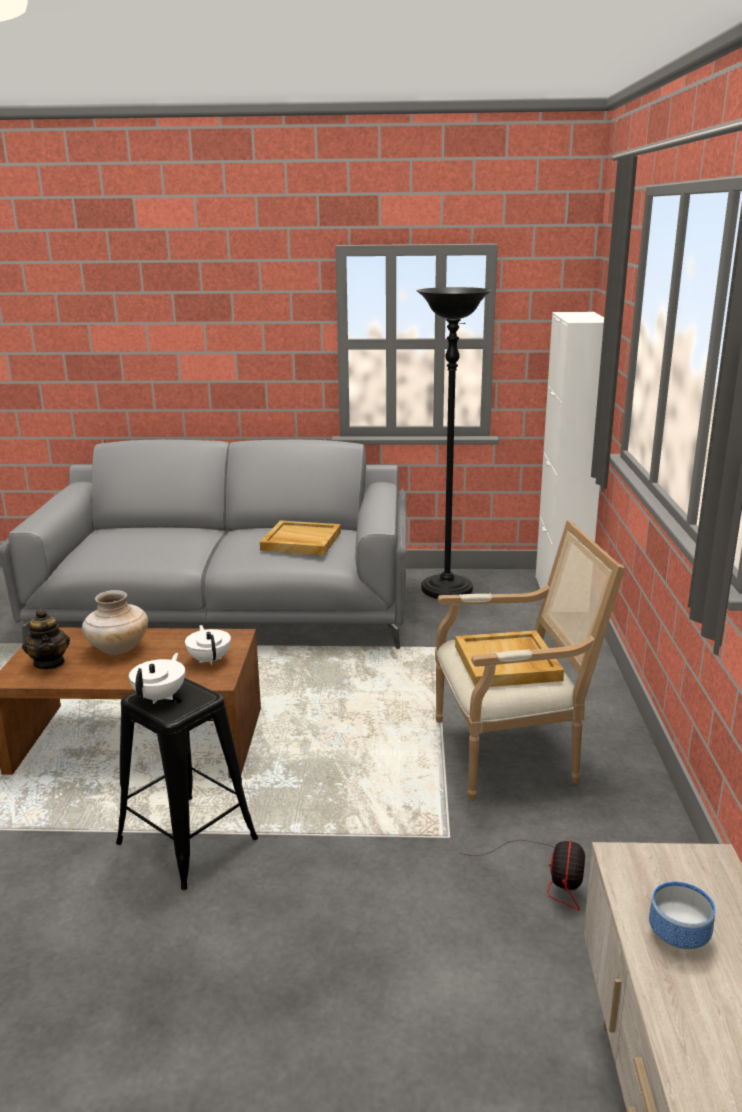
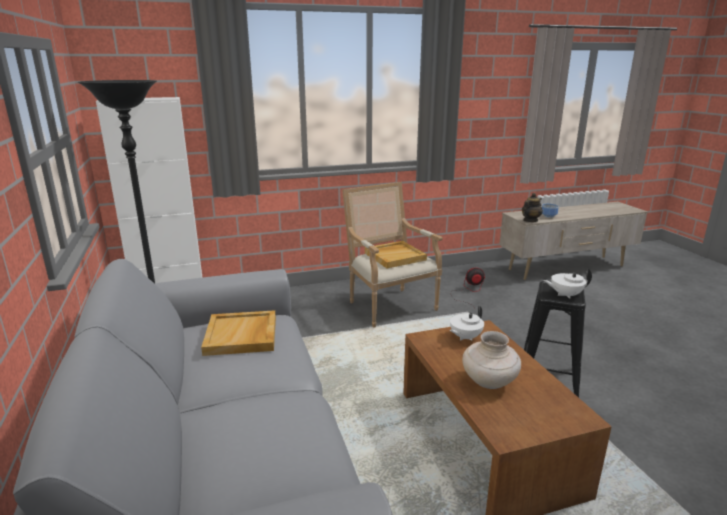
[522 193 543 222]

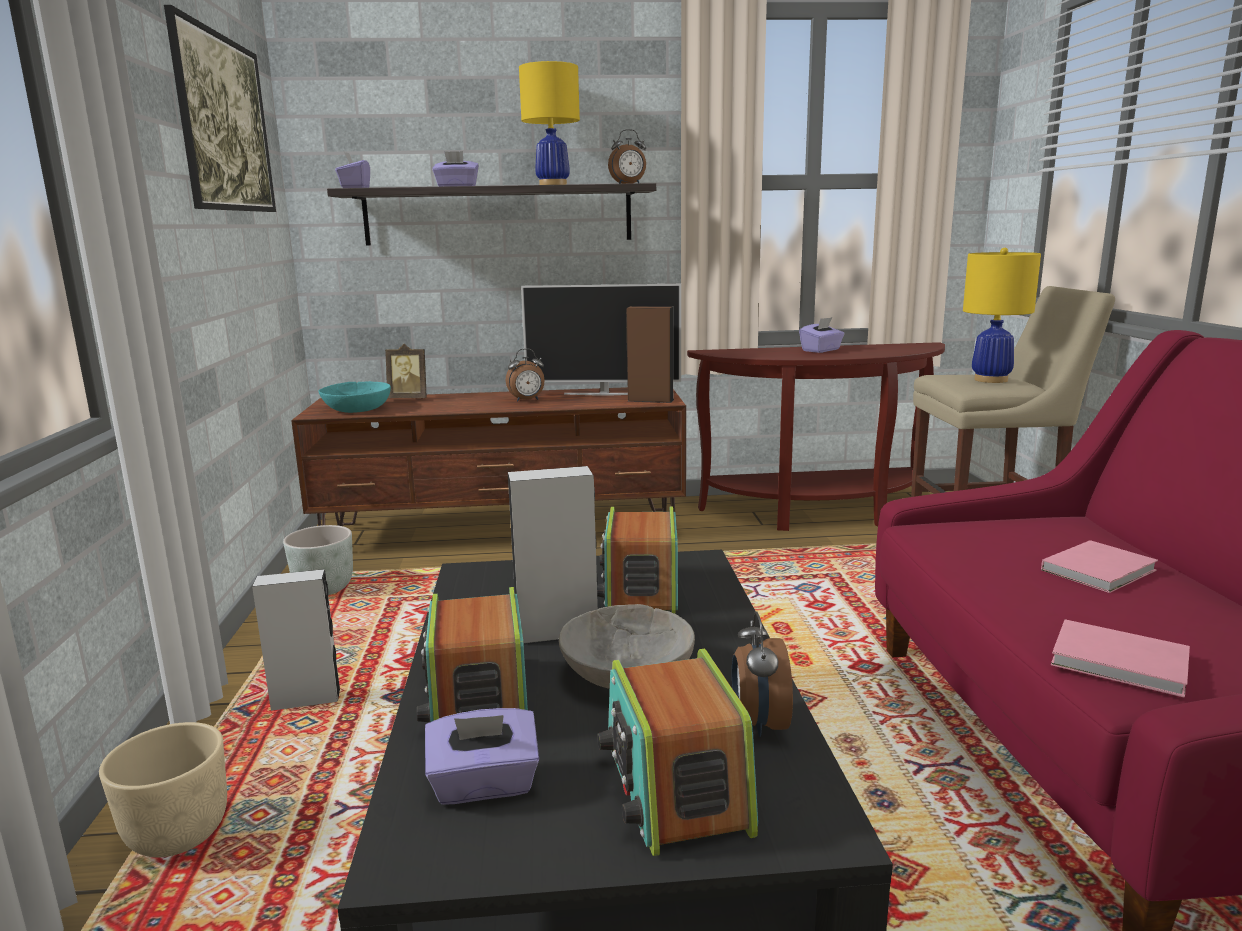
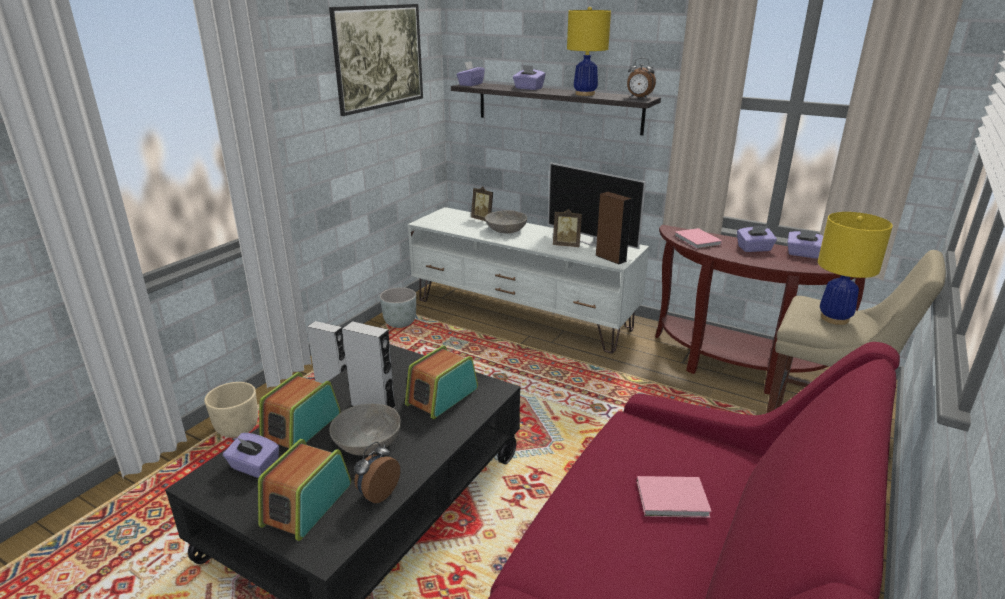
[318 381 391 413] (first image)
[506 349 545 402] (first image)
[485 210 527 233]
[553 209 582 247]
[787 229 823 259]
[674 228 722 249]
[408 207 649 354]

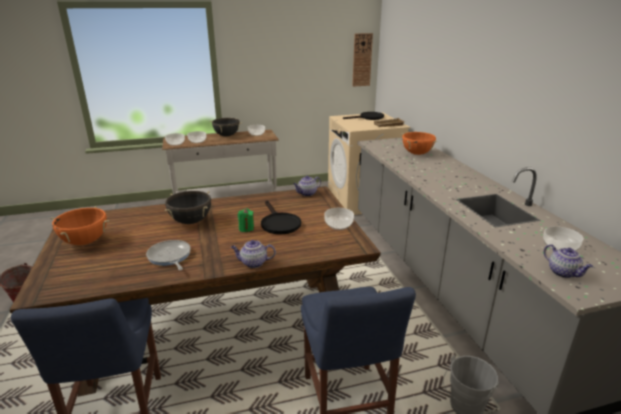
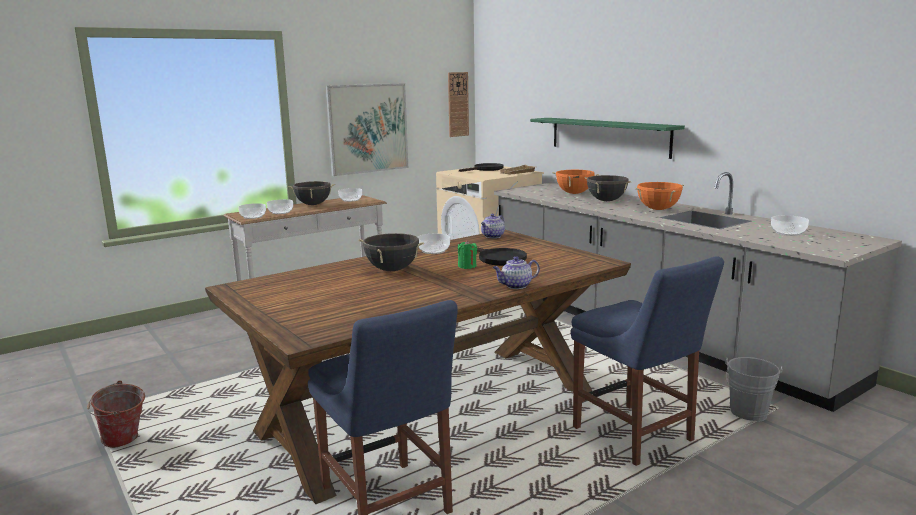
[146 240 191 270] (first image)
[544 244 593 278] (first image)
[325 83 408 176]
[530 118 685 159]
[585 175 631 201]
[635 182 684 210]
[417 234 450 254]

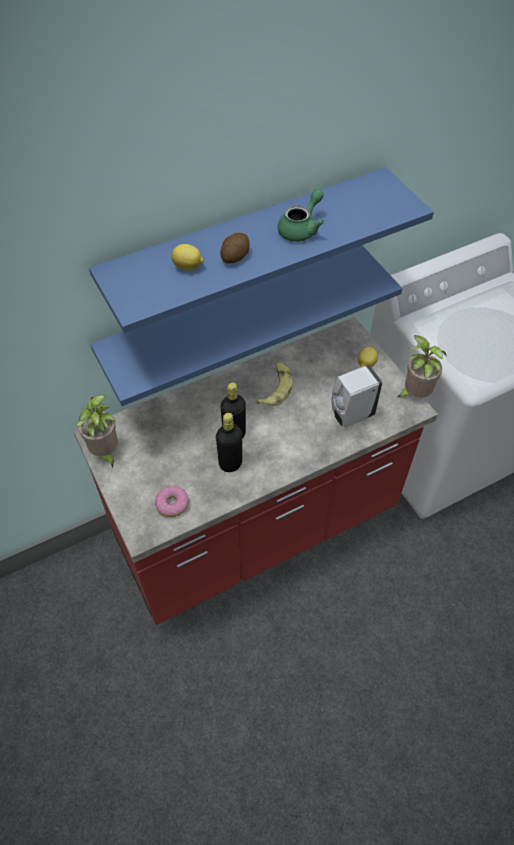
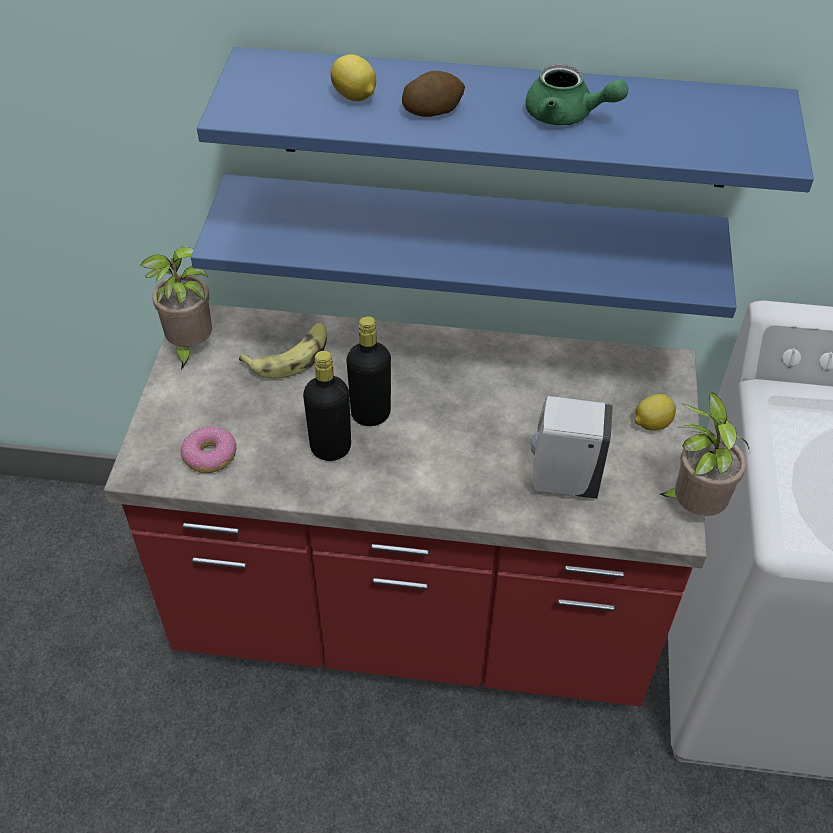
[239 323 327 378]
[525 64 628 125]

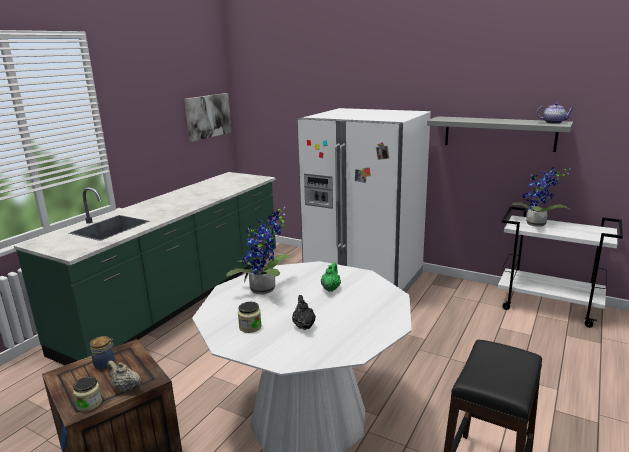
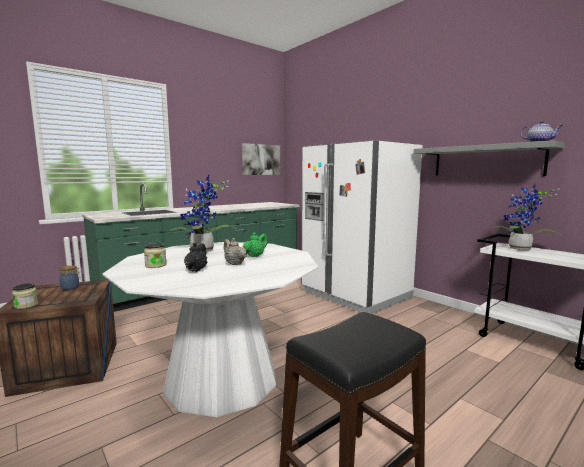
[224 238 247 265]

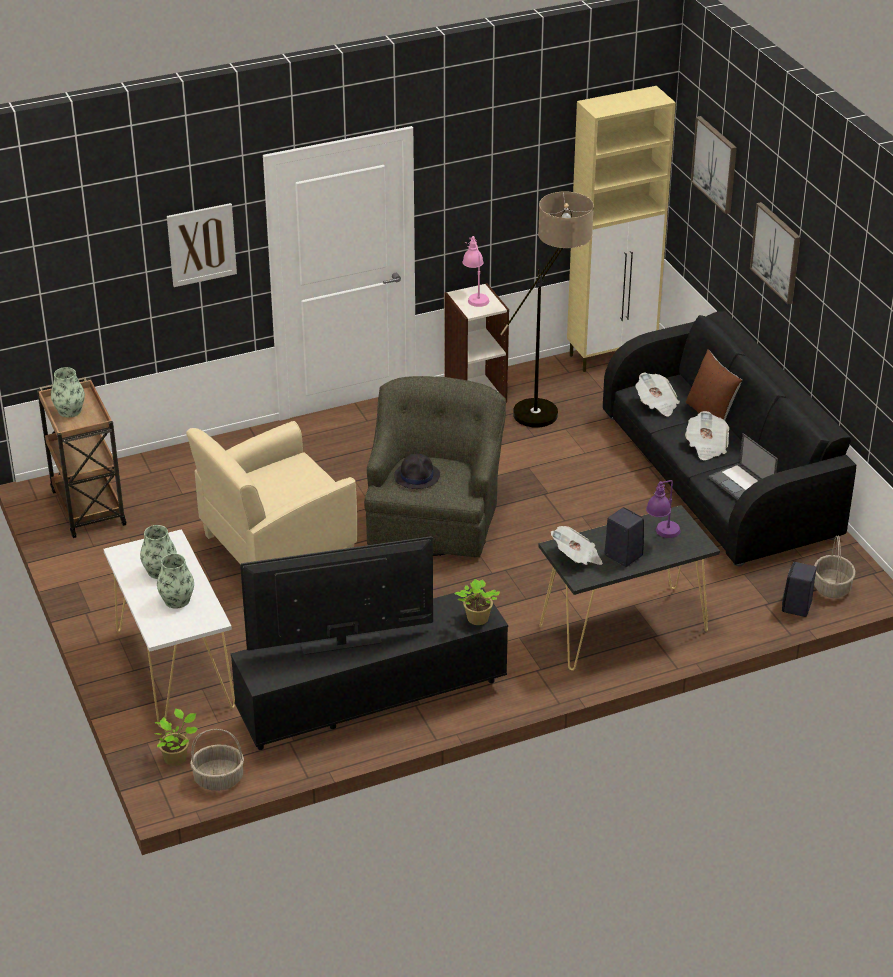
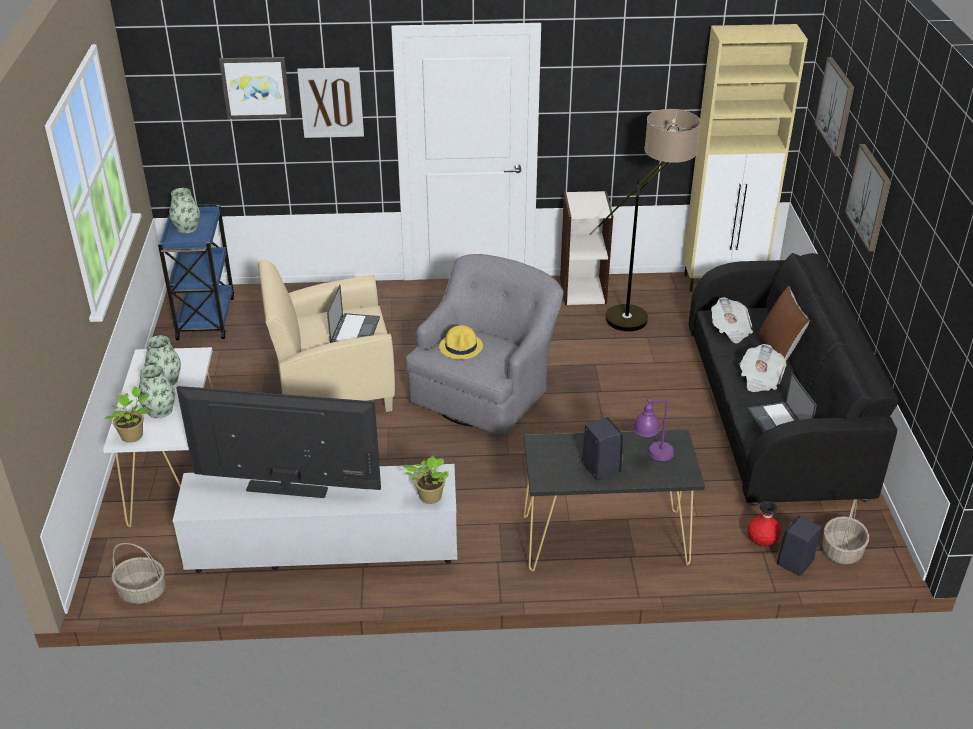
[462 236 489 307] (first image)
[551 526 603 565] (first image)
[219 57 291 119]
[327 284 380 343]
[748 501 781 546]
[104 387 149 443]
[158 204 234 340]
[173 464 457 573]
[405 254 564 436]
[439 325 483 359]

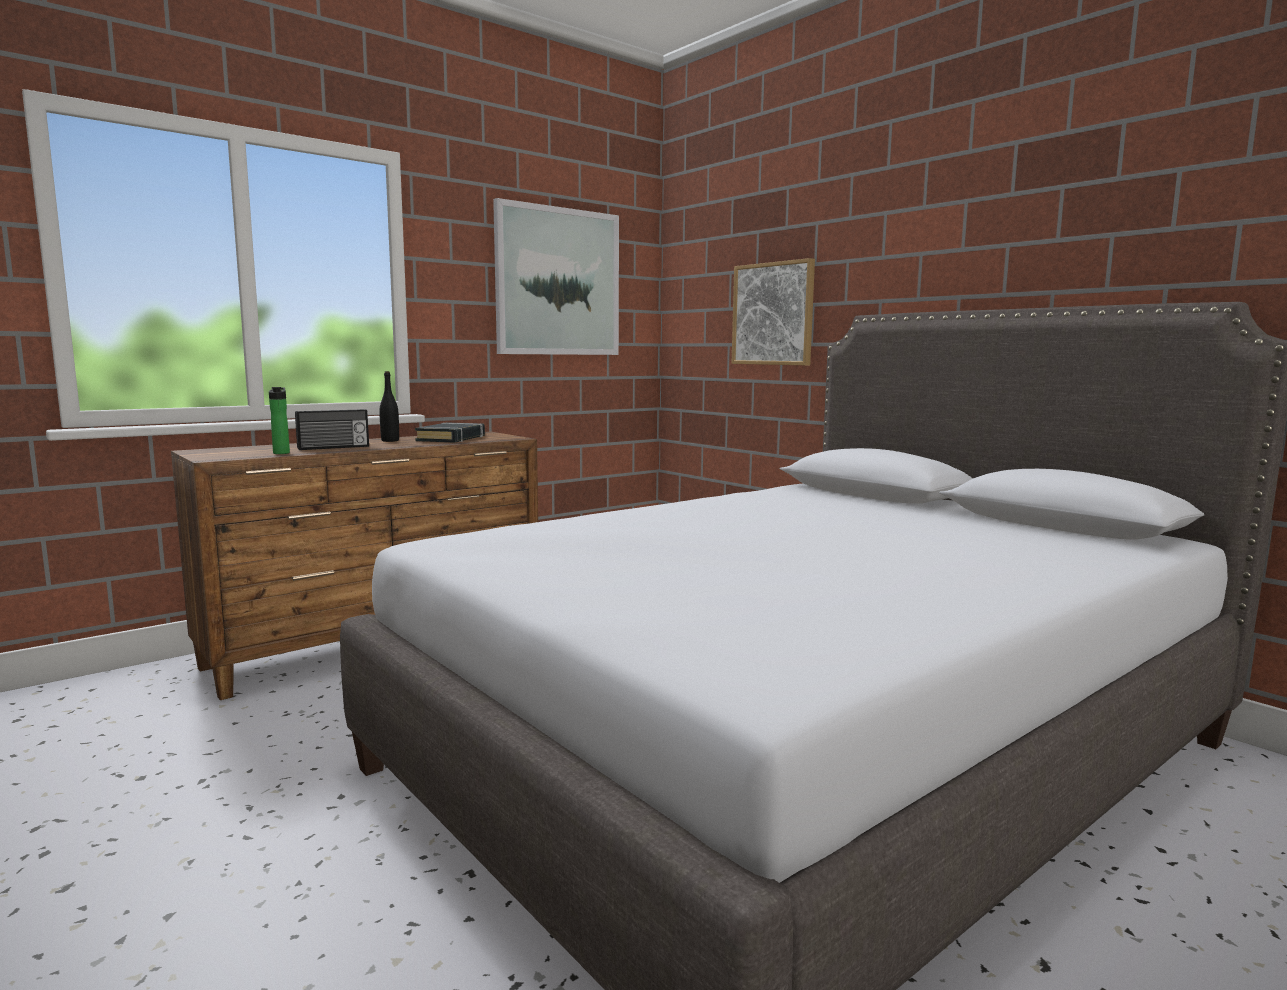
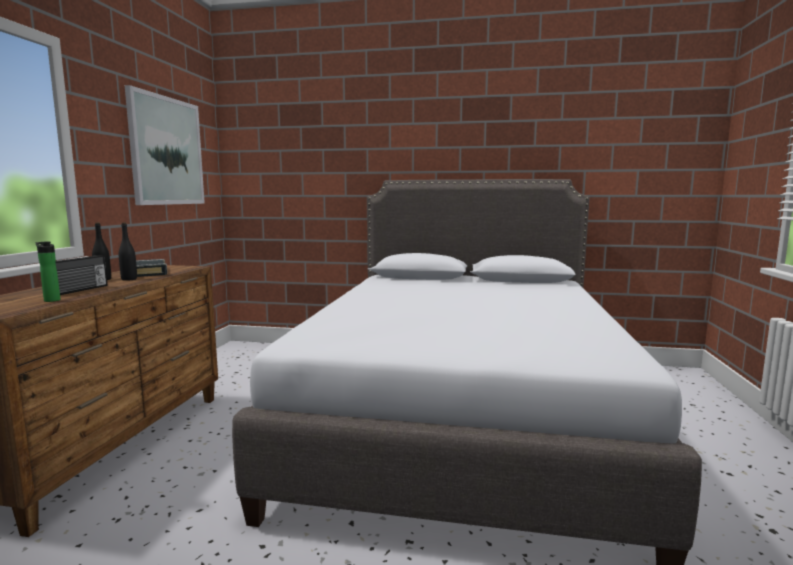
[732 258 815 365] (first image)
[119 223 137 281]

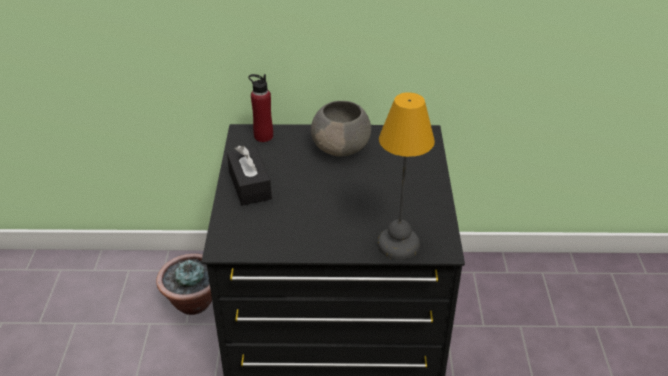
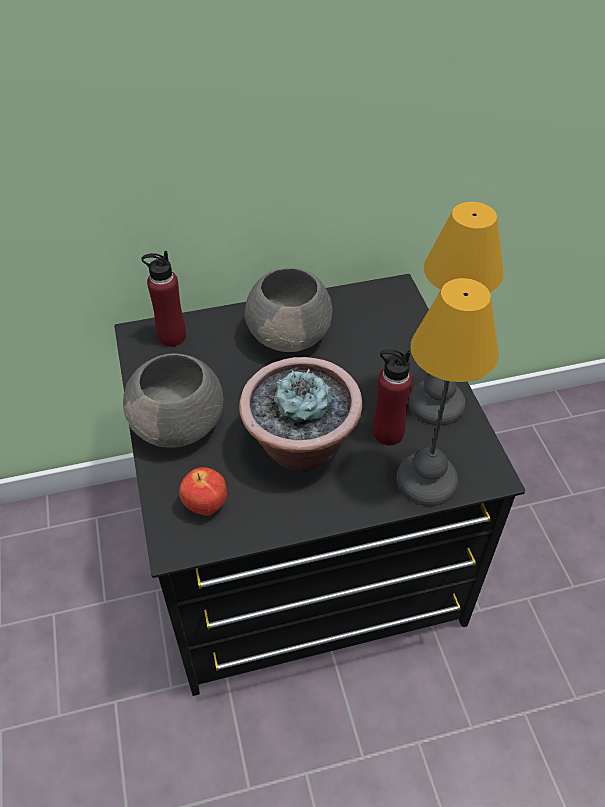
[179 467 227 516]
[373 349 413 445]
[408 202 504 426]
[239 357 363 472]
[123 353 224 448]

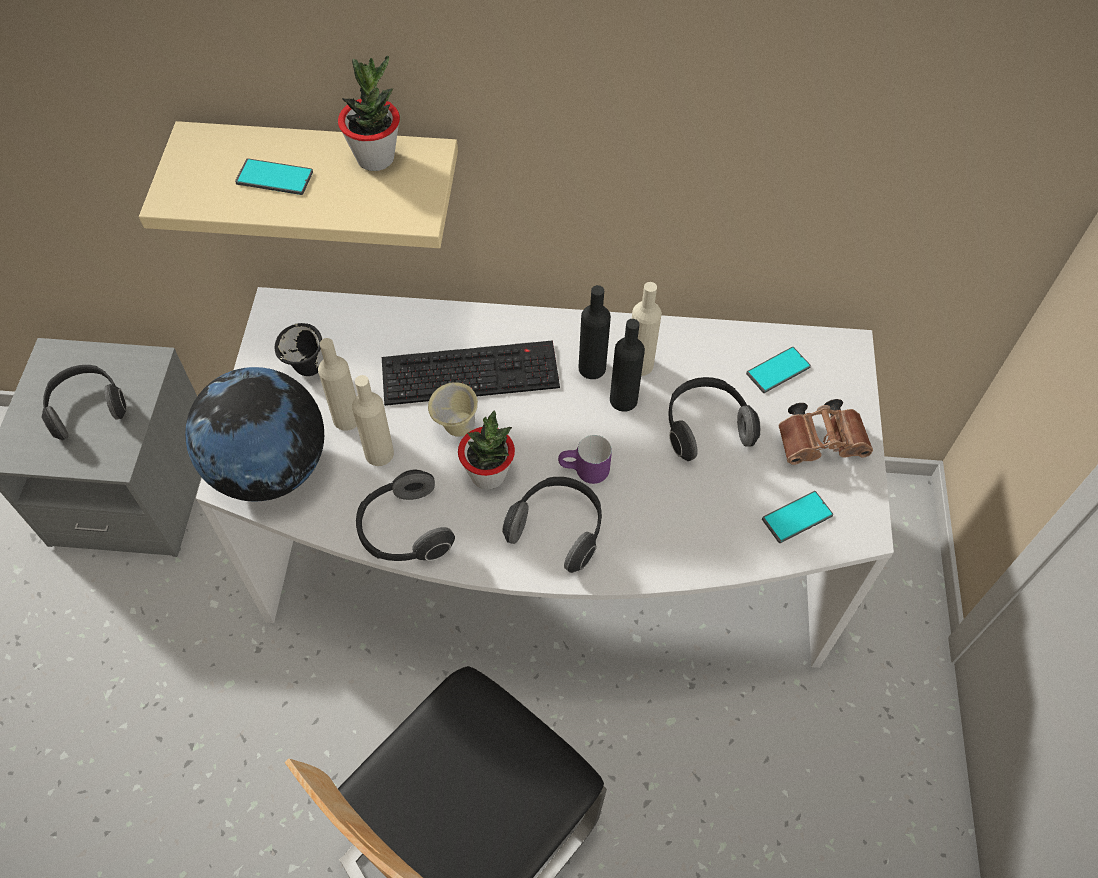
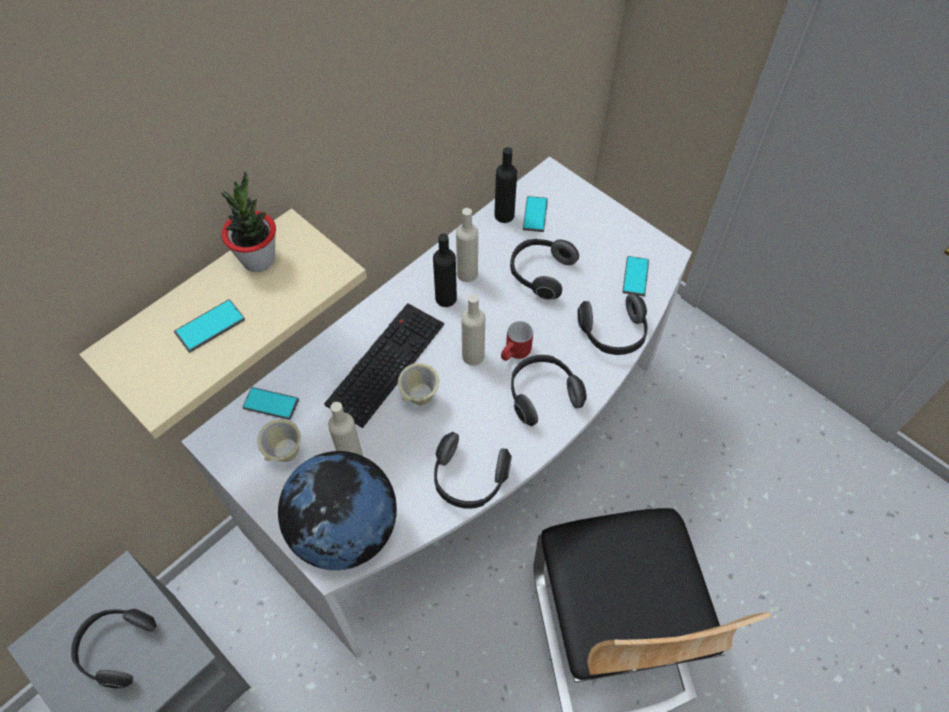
[458 410 515 490] (first image)
[778 399 873 465] (first image)
[242 387 299 420]
[577 293 647 355]
[461 294 485 366]
[494 147 517 223]
[257 419 301 462]
[501 321 533 361]

